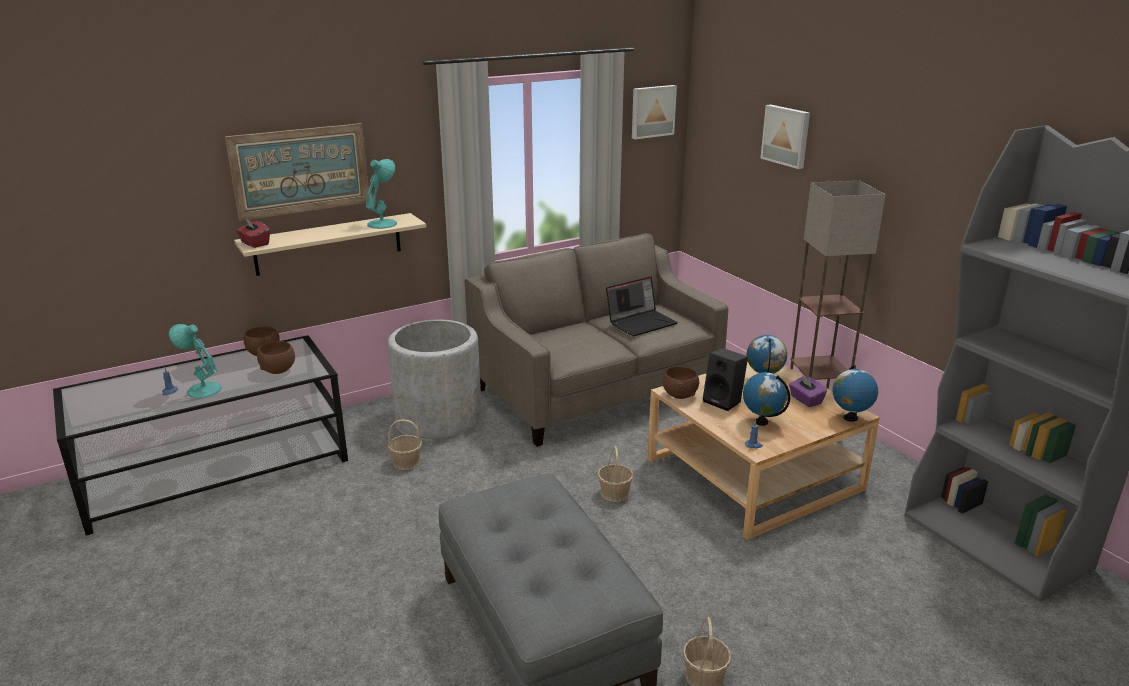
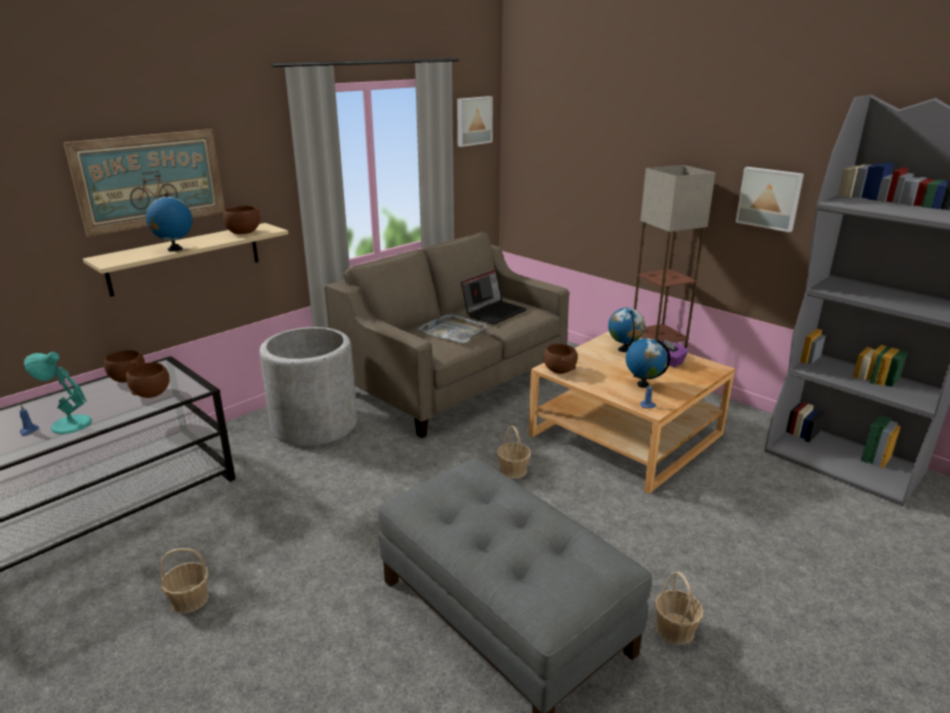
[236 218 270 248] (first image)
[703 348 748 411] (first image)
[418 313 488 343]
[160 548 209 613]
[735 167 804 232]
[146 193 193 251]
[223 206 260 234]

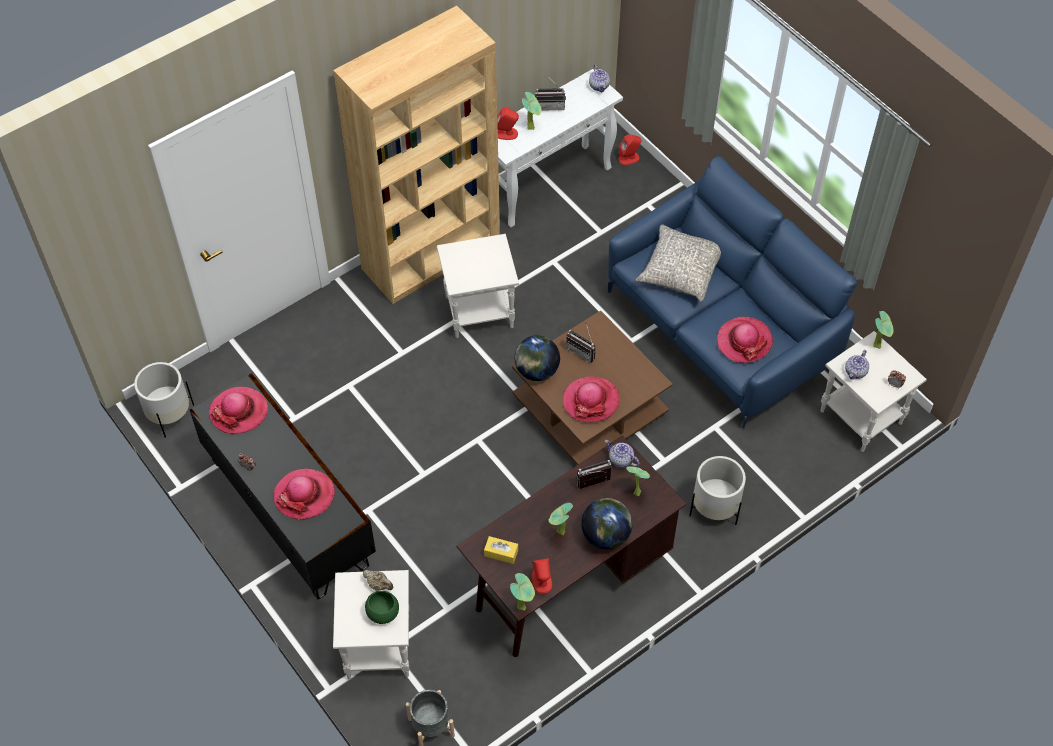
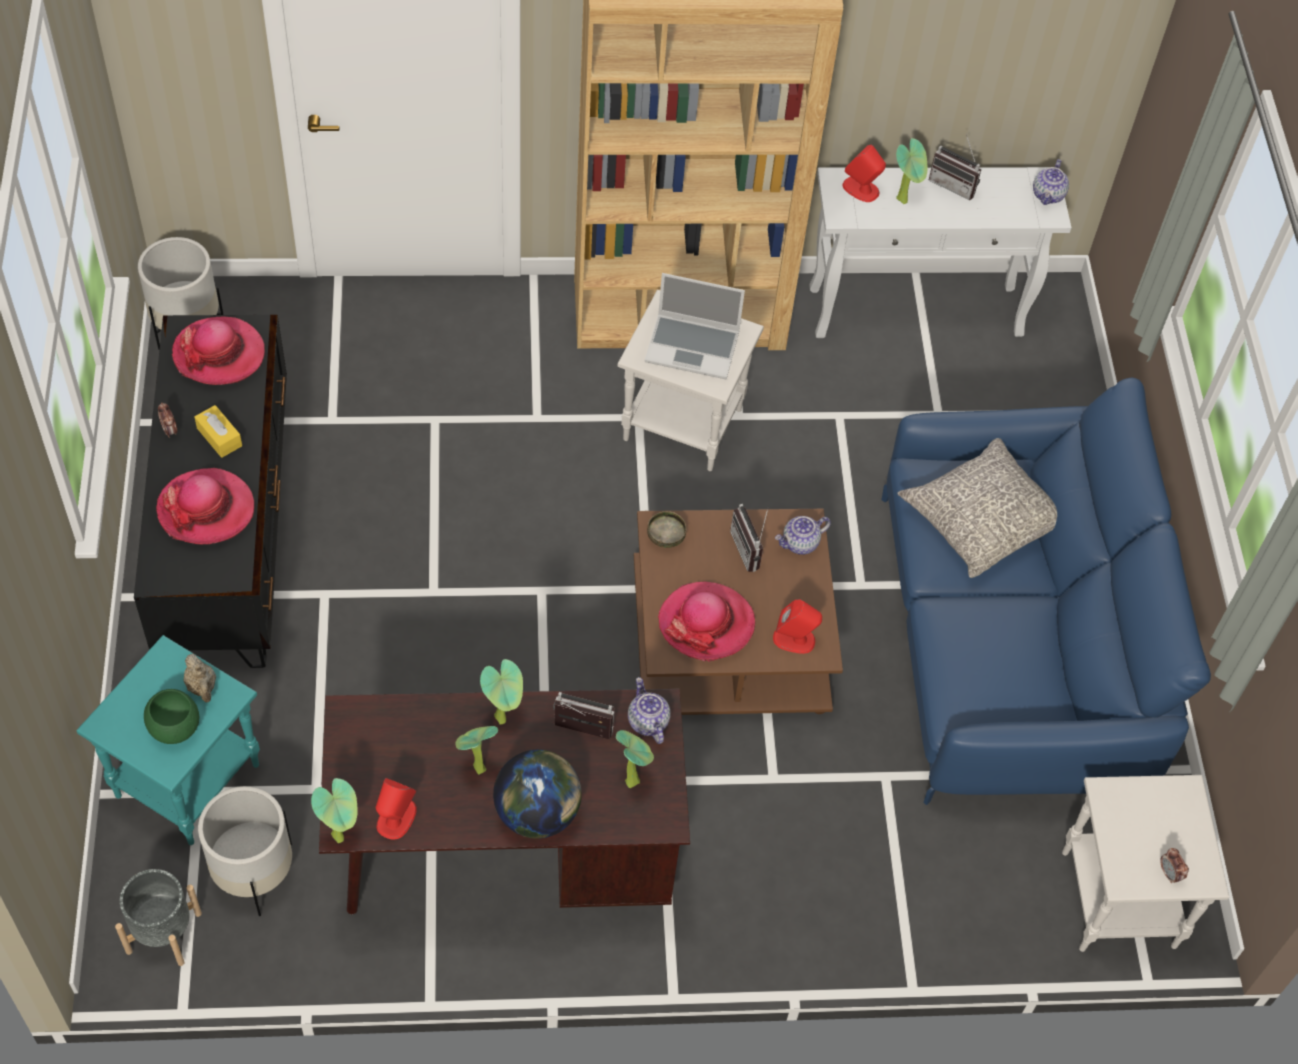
[717 317 773 363] (first image)
[645 273 745 379]
[194 405 242 458]
[773 599 822 654]
[198 786 292 916]
[775 516 831 555]
[480 659 523 724]
[647 511 686 548]
[76 635 260 845]

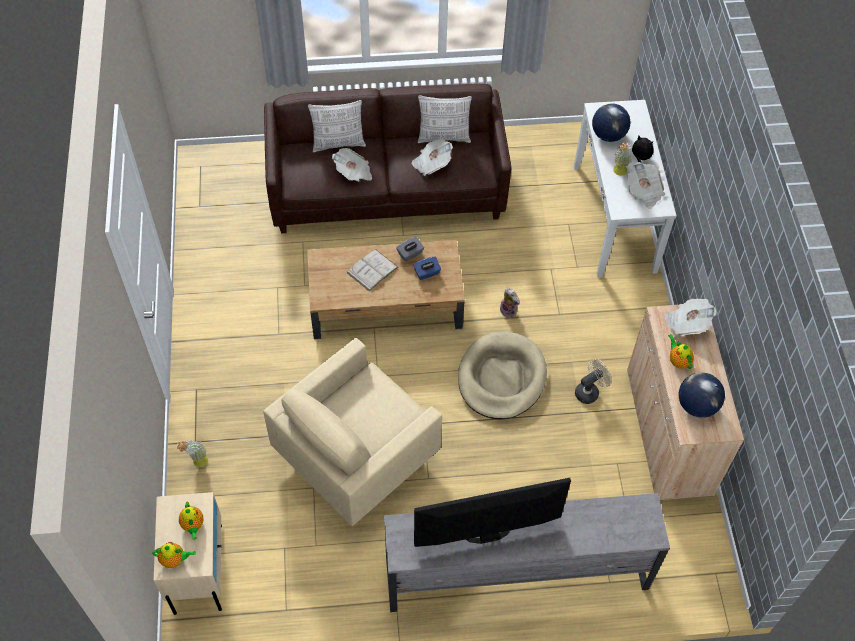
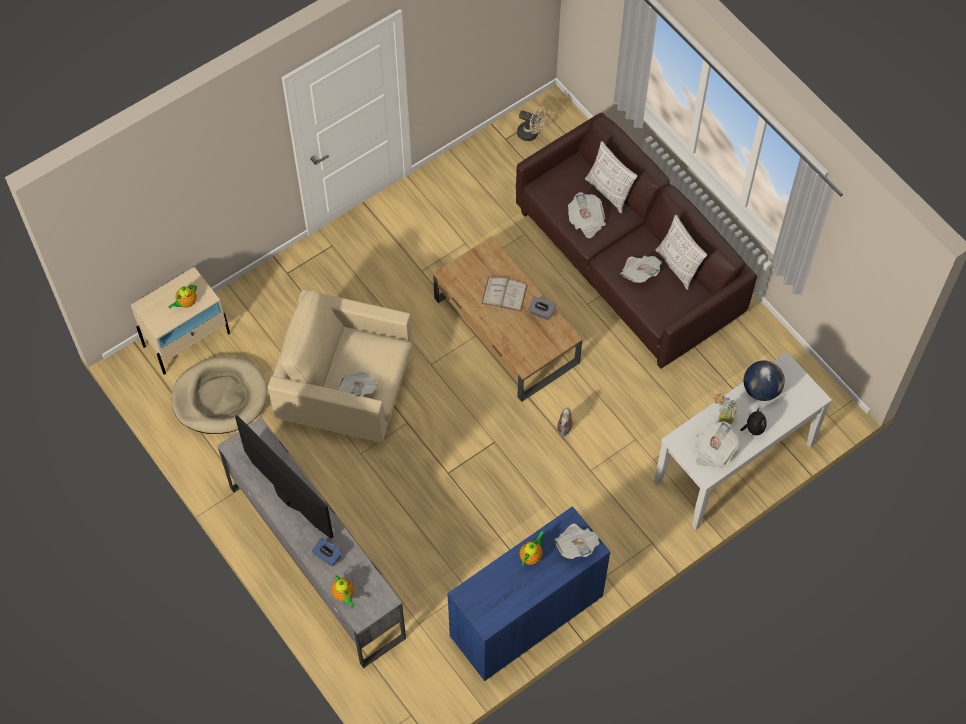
[177 440 208 467] (first image)
[679 372 725 418] (first image)
[337 371 378 398]
[331 575 355 608]
[312 538 342 566]
[171 356 268 434]
[517 107 546 141]
[448 506 610 681]

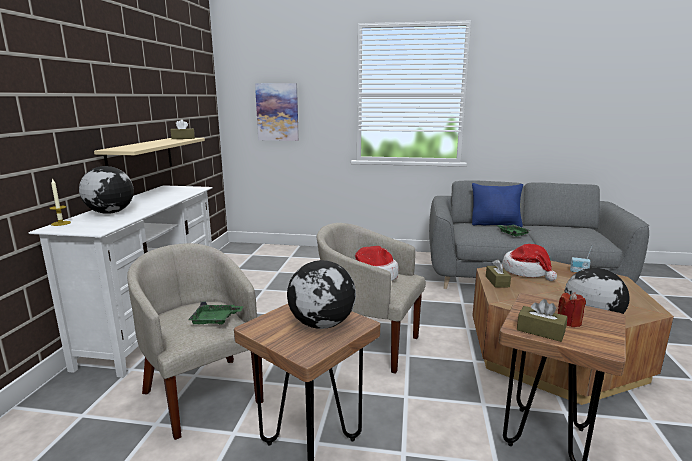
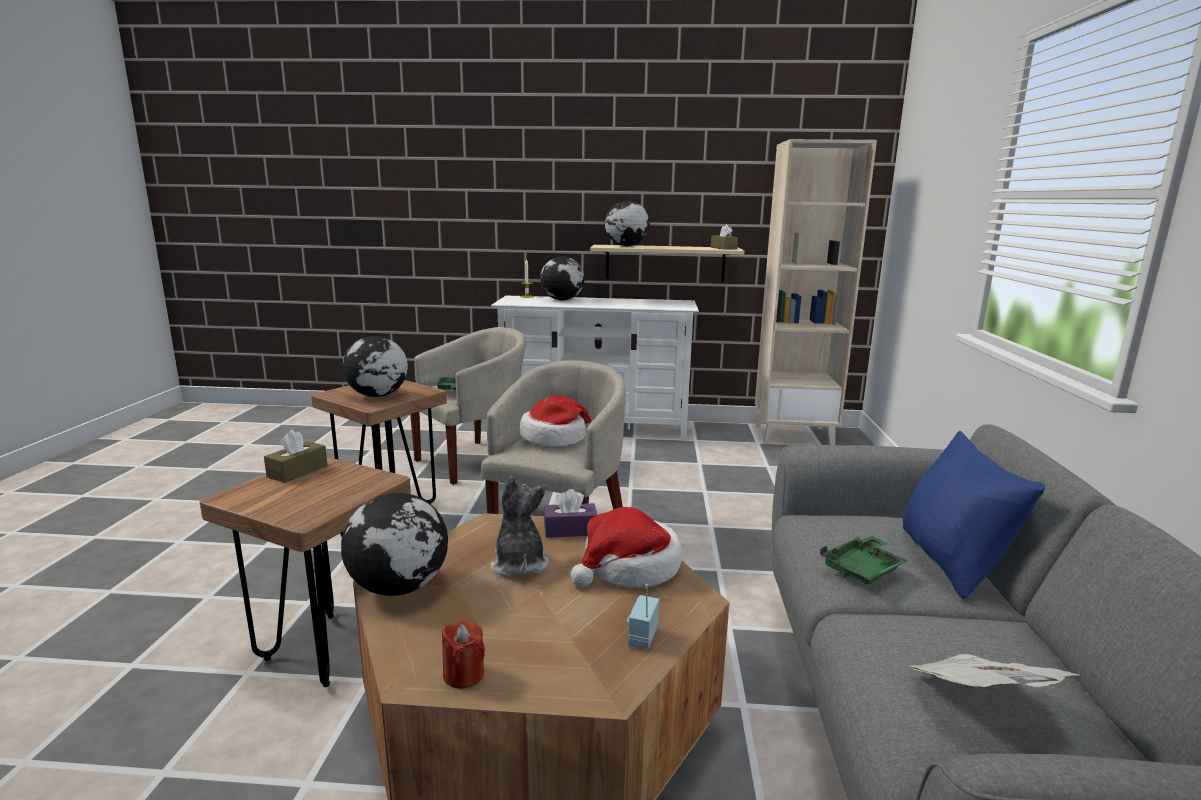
[255 83 299 141] (first image)
[490 476 548 577]
[605 201 650 246]
[755 139 877 445]
[910 654 1080 687]
[442 620 485 688]
[544 489 597 538]

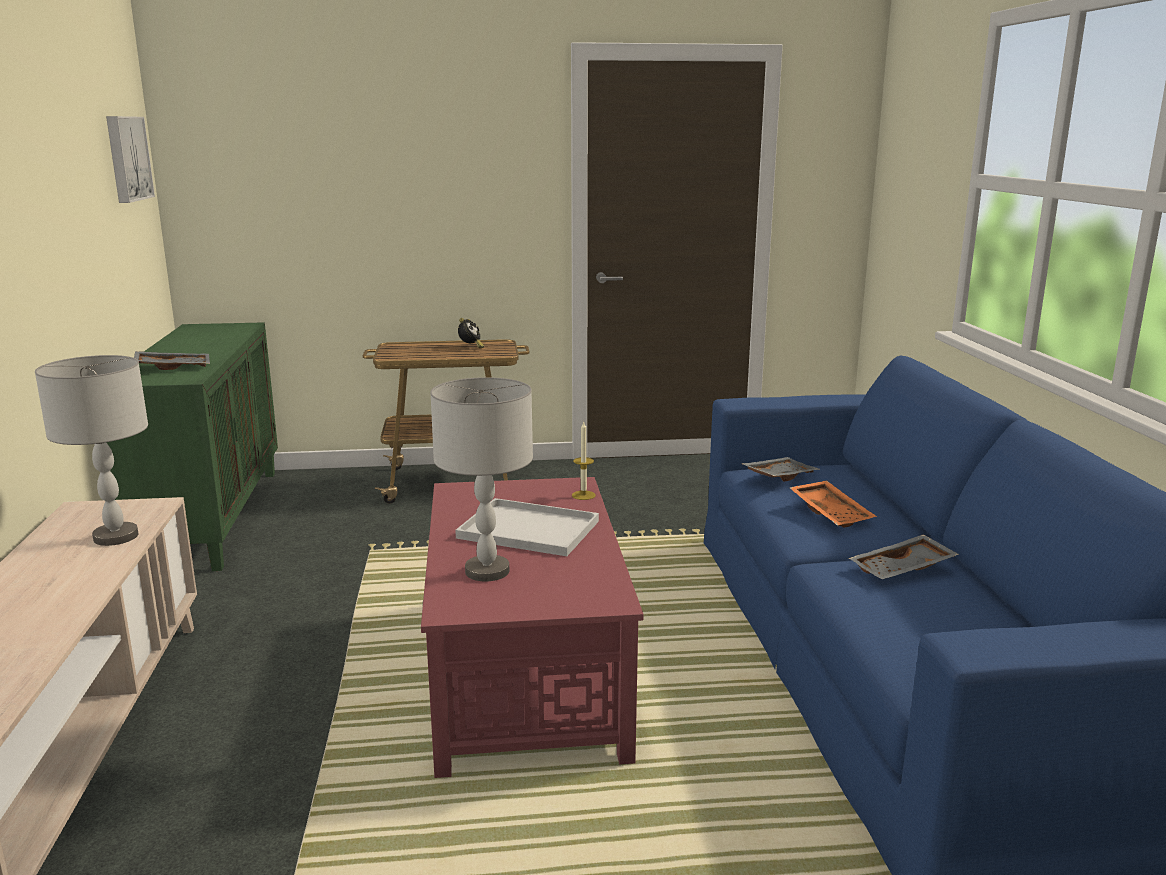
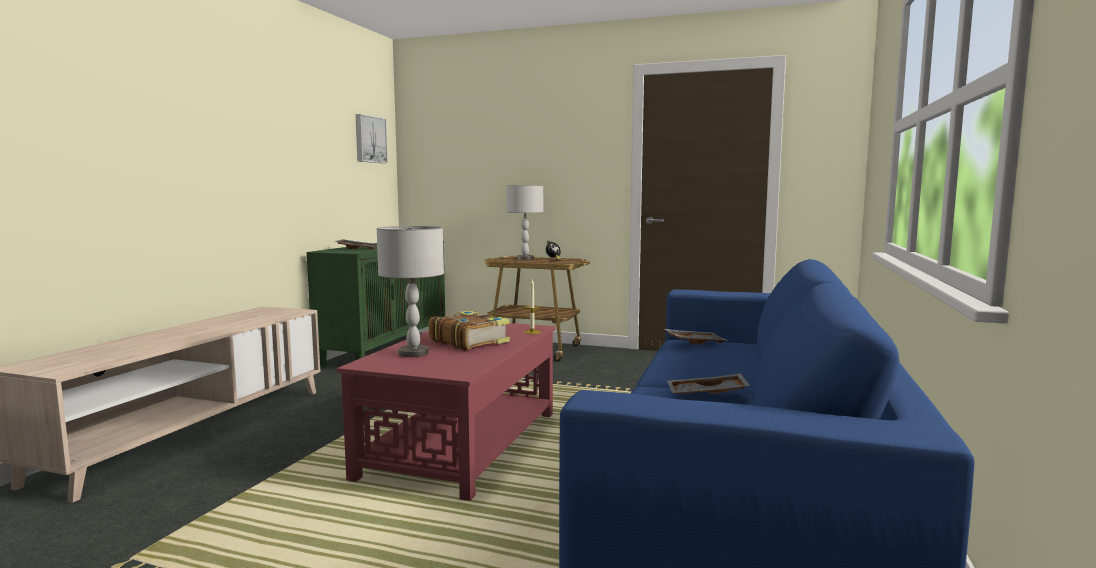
[790 481 877 528] (first image)
[507 185 543 260]
[429 310 510 350]

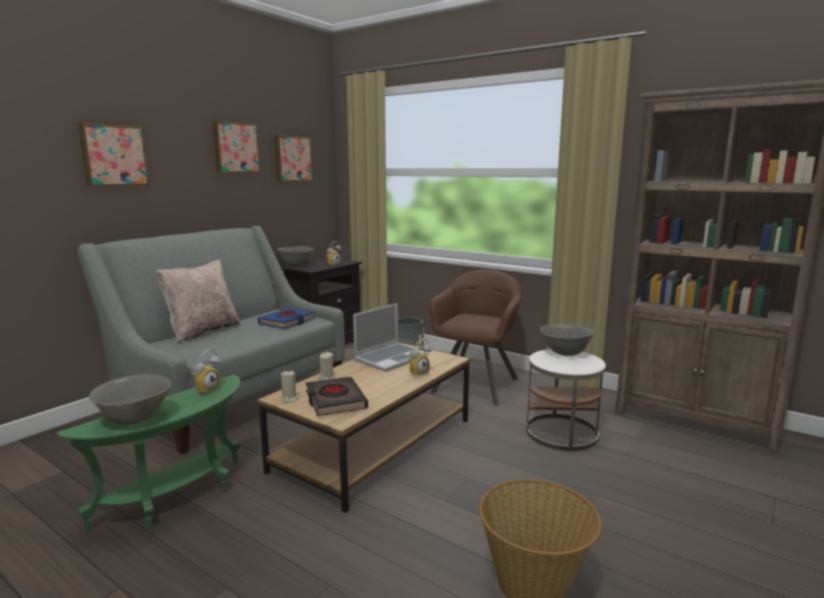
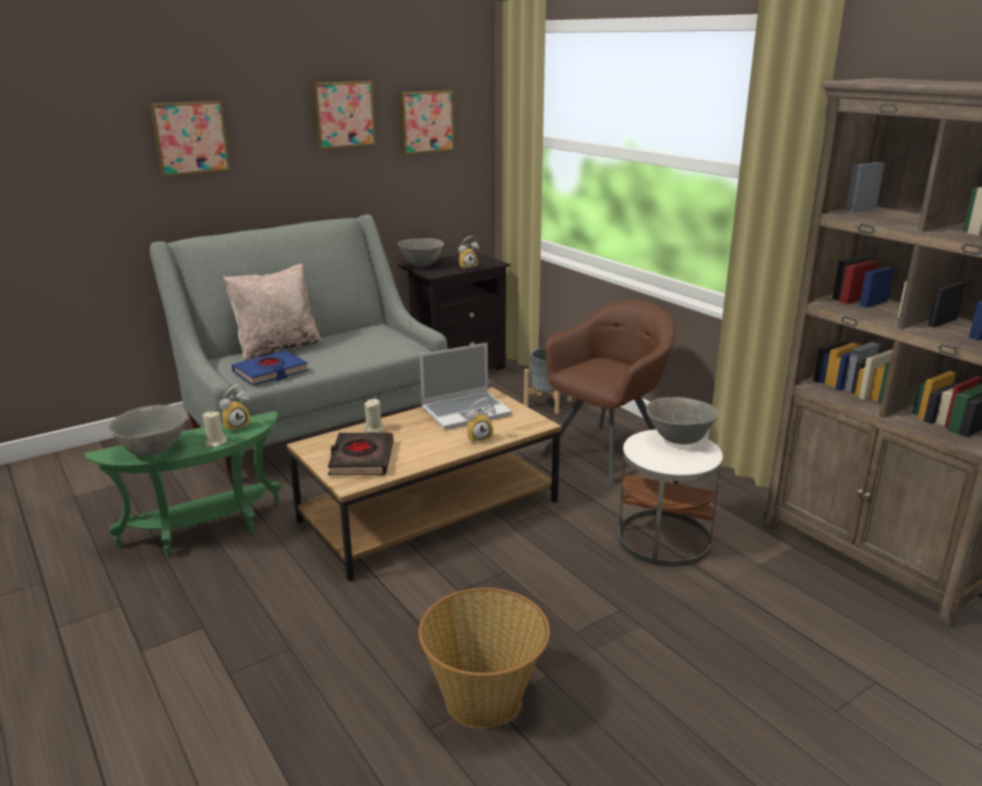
[232 350 308 386]
[203 411 227 448]

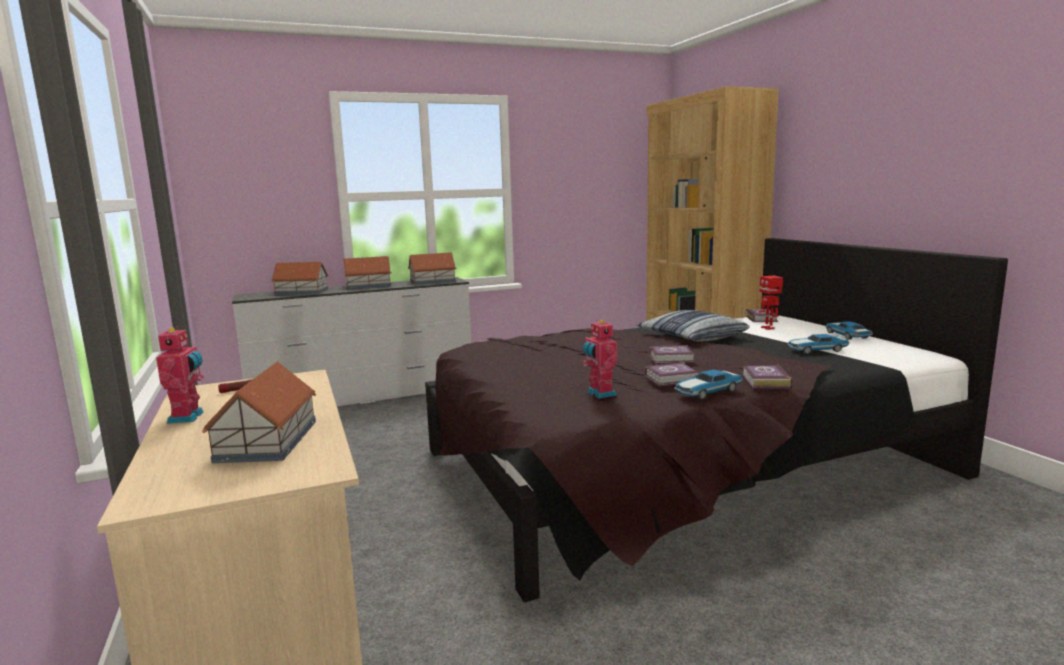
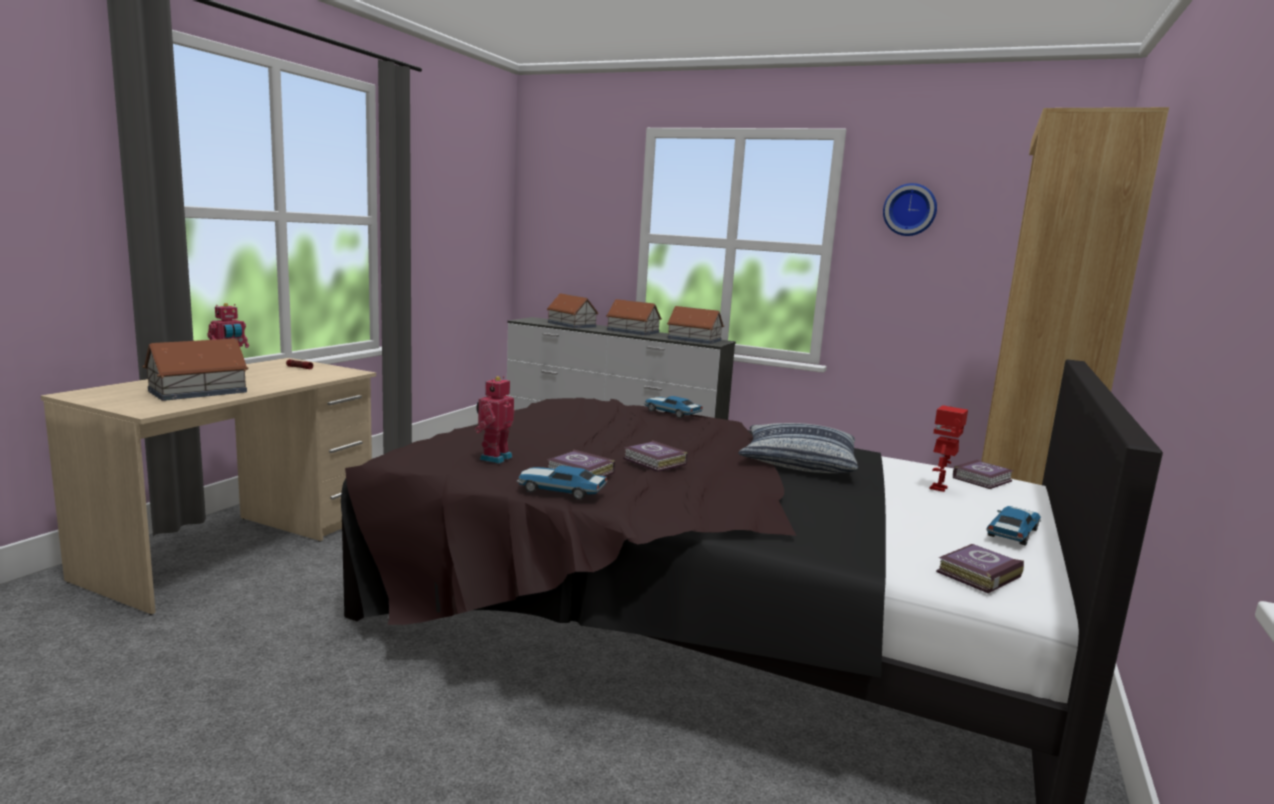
[883 183 937 236]
[936 544 1024 593]
[644 396 703 418]

